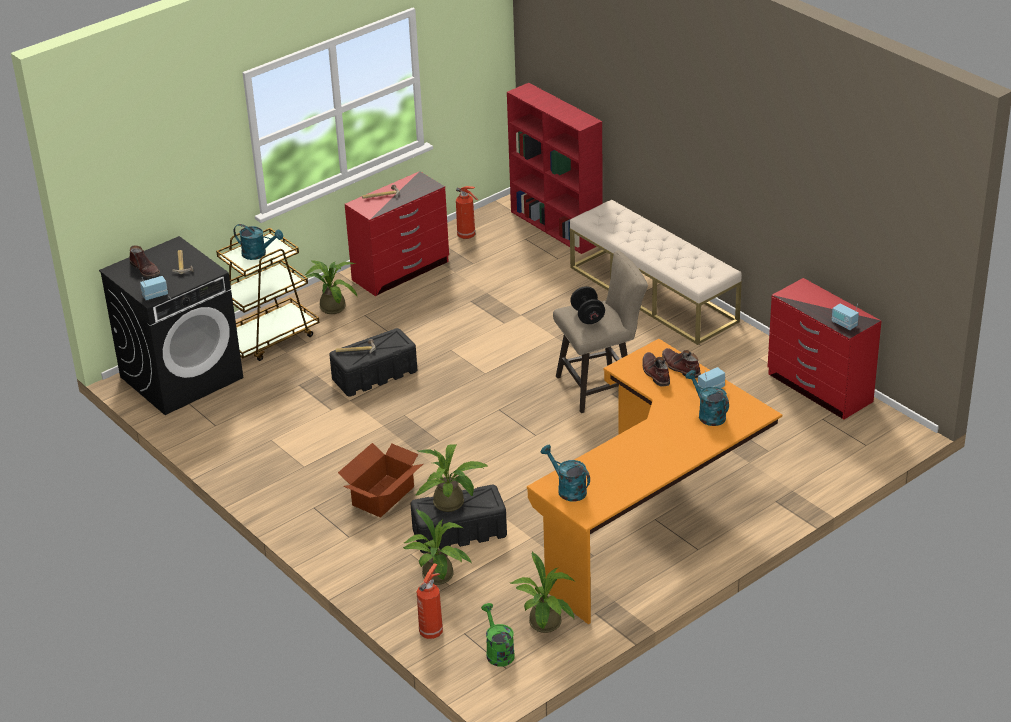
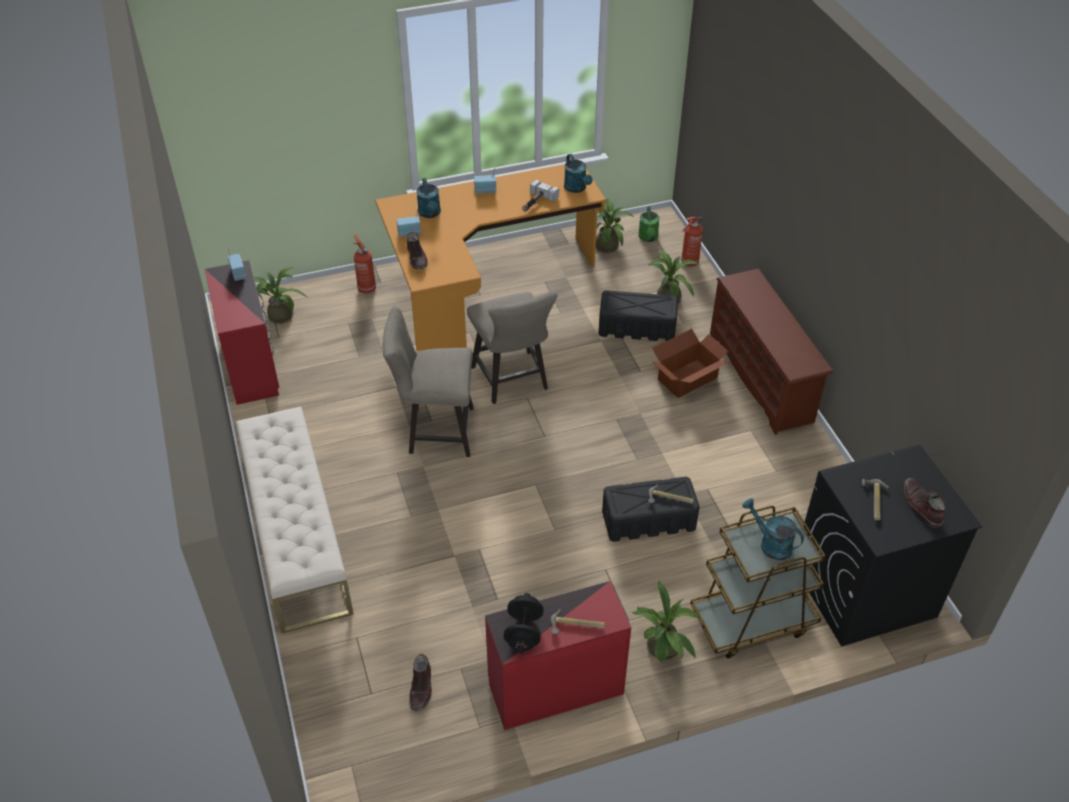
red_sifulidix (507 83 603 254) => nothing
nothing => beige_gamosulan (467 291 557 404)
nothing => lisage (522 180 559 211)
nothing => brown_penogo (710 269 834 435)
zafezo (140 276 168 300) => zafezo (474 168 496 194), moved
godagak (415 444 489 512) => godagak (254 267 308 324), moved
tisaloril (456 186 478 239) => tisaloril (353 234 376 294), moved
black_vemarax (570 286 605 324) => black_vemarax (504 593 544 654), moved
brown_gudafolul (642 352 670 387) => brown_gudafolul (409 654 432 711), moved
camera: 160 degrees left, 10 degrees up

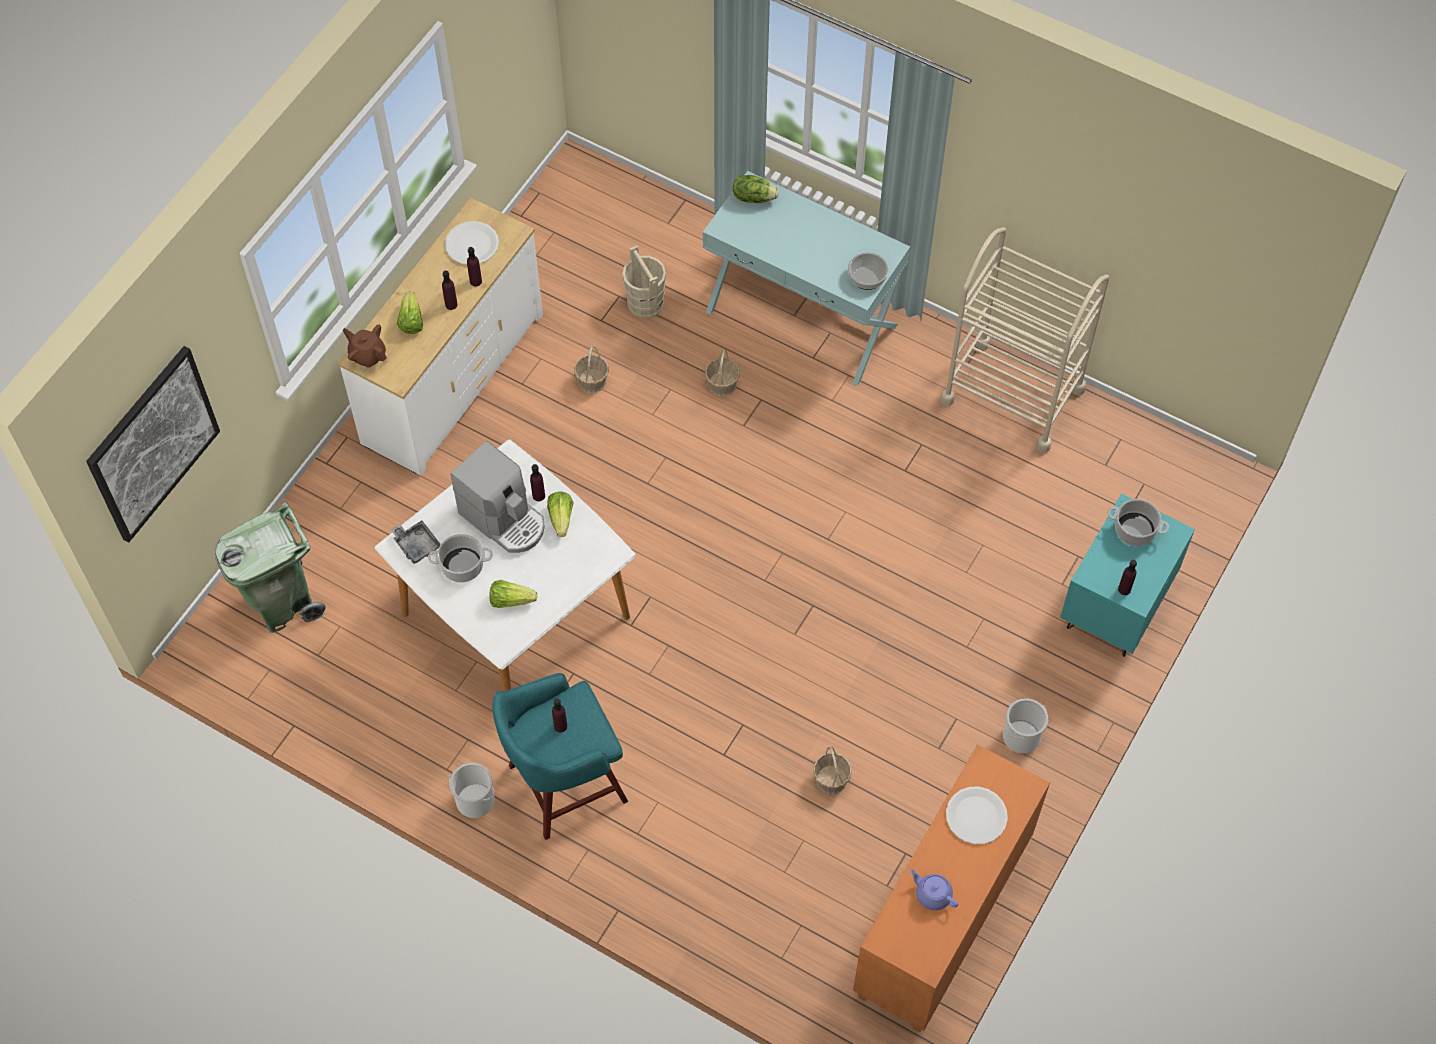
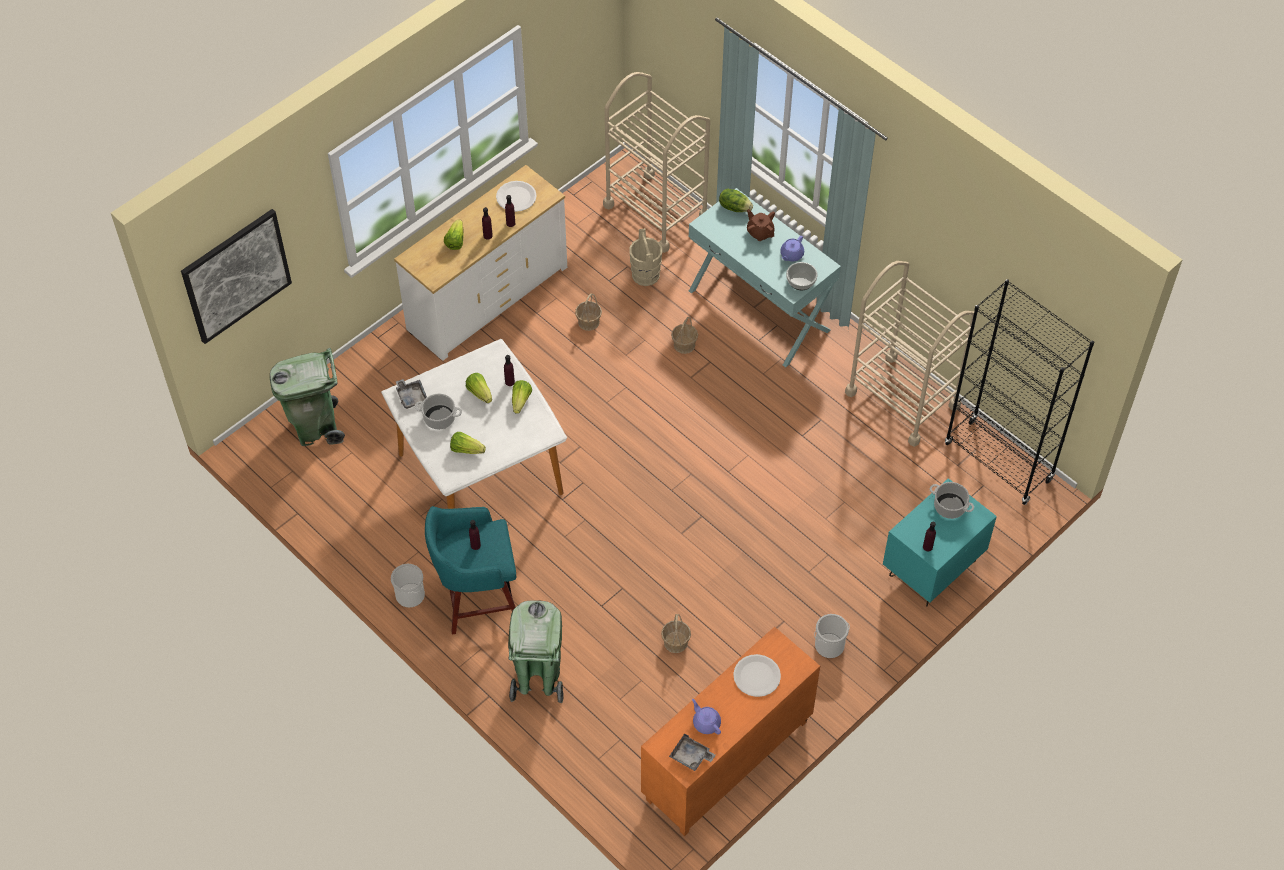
nothing => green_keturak (508 600 564 703)
nothing => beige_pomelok (603 72 710 253)
nothing => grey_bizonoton (669 733 716 771)
nothing => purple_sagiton (780 236 804 261)
nothing => black_sifulidix (945 279 1094 505)
brown_sagiton (343 324 387 368) => brown_sagiton (747 209 775 241), moved
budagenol (450 441 545 553) => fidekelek (466 373 492 403)
camera: 15 degrees right, 5 degrees down

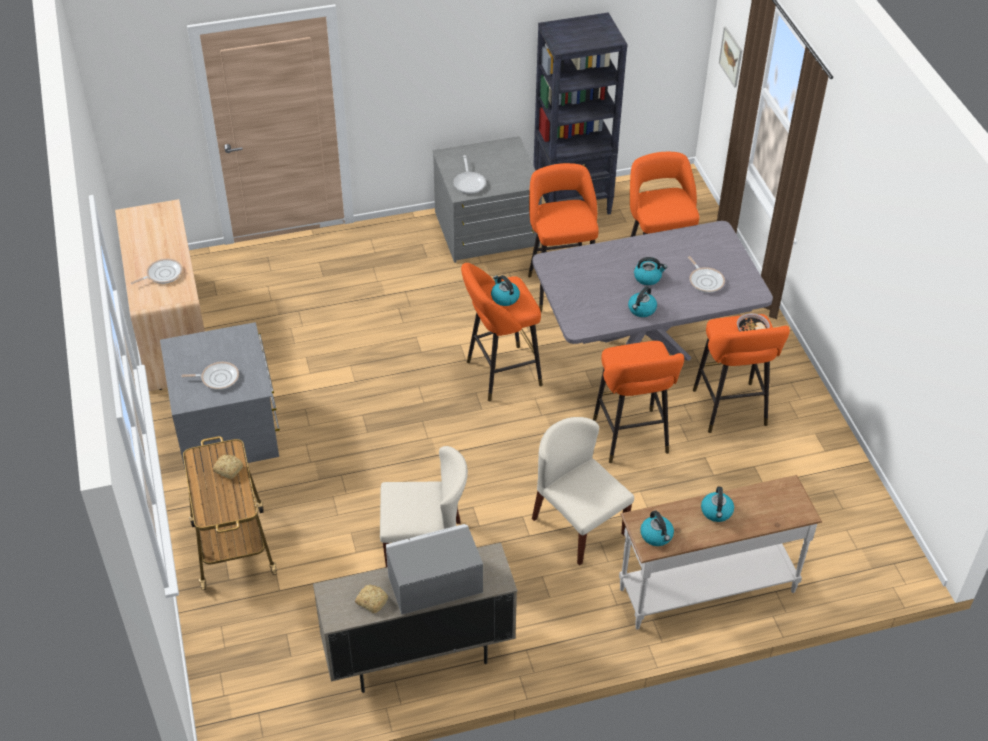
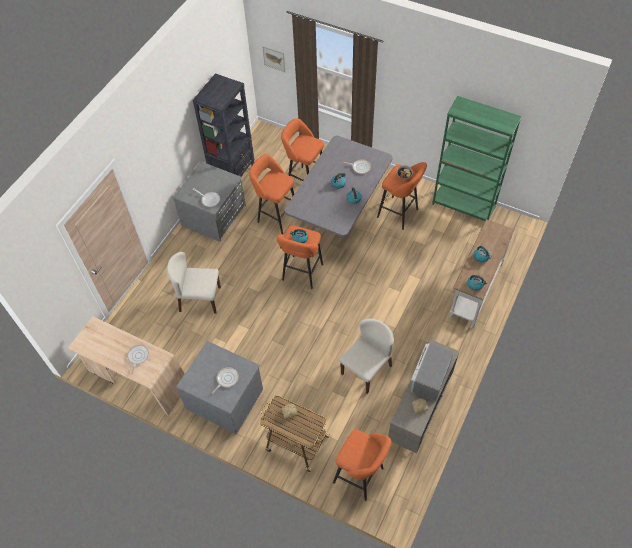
nothing => green_sifulidix (432 96 522 221)
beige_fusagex (532 417 634 565) => beige_fusagex (167 252 221 314), moved
orange_gamosulan (593 341 684 463) => orange_gamosulan (333 429 391 501), moved
camera: 45 degrees left, 10 degrees up

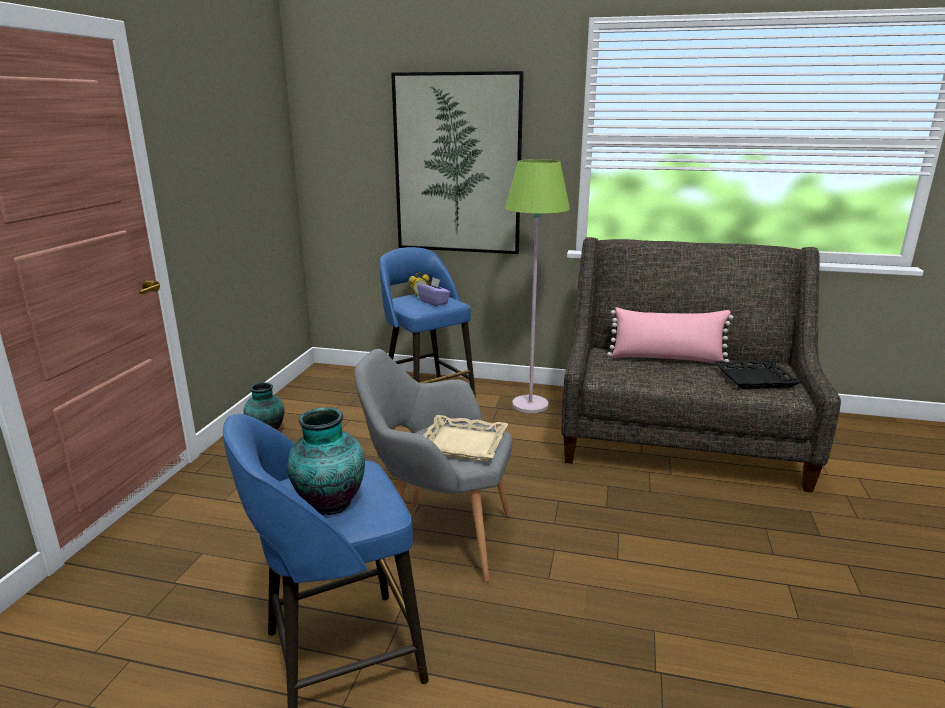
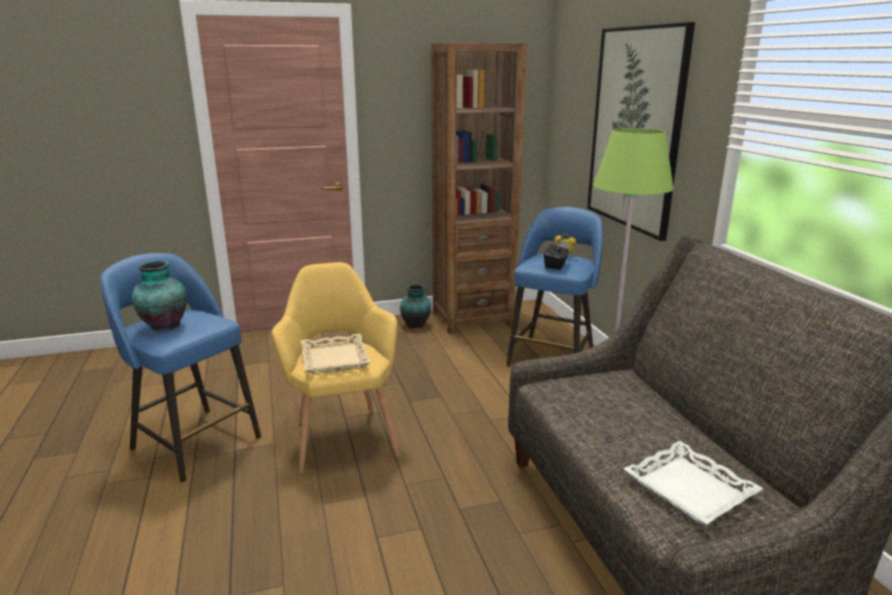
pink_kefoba (607 307 733 365) => nothing
nothing => brown_sifulidix (431 42 527 334)
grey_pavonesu (354 349 512 582) => yellow_pavonesu (272 262 399 474)
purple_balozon (417 278 451 306) => black_balozon (544 241 569 269)
black_bizonoton (714 359 802 389) => white_bizonoton (624 441 763 524)
camera: 60 degrees right, 0 degrees up

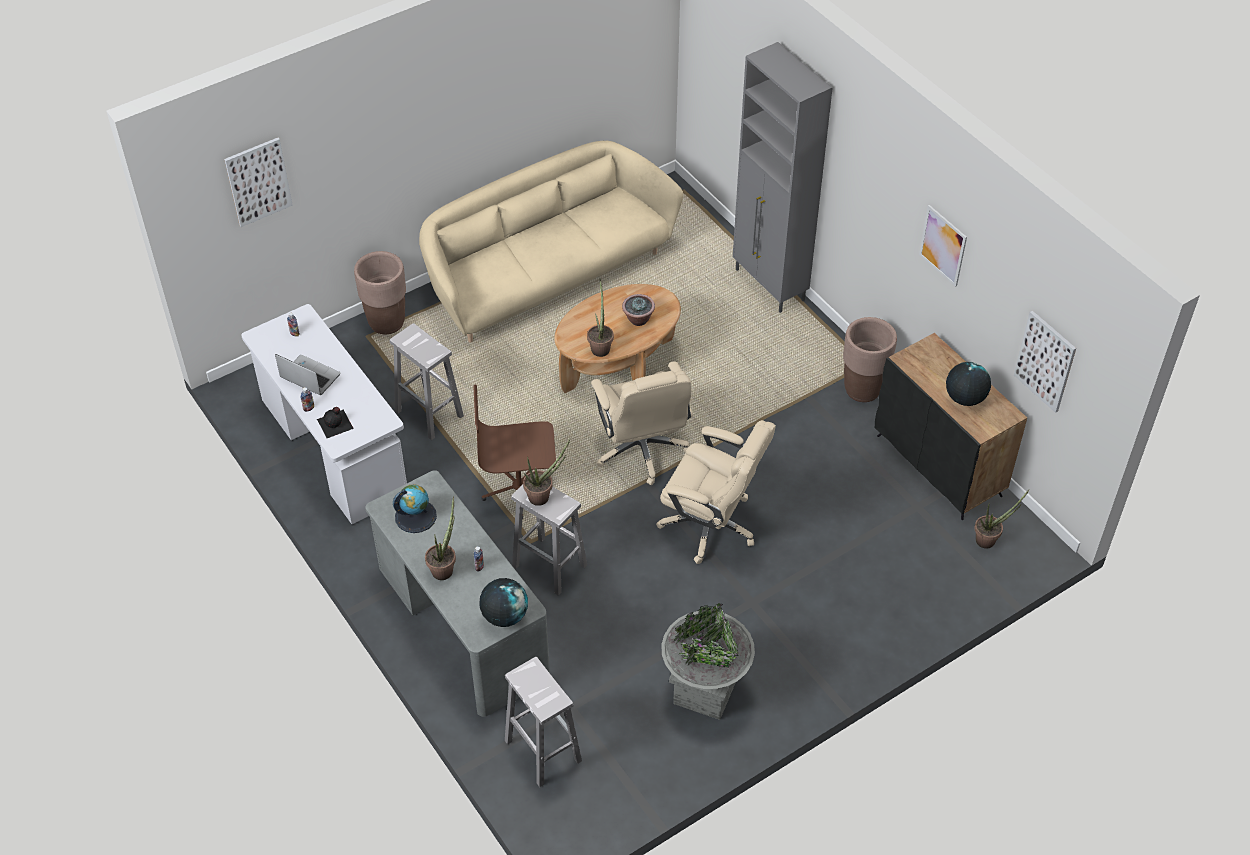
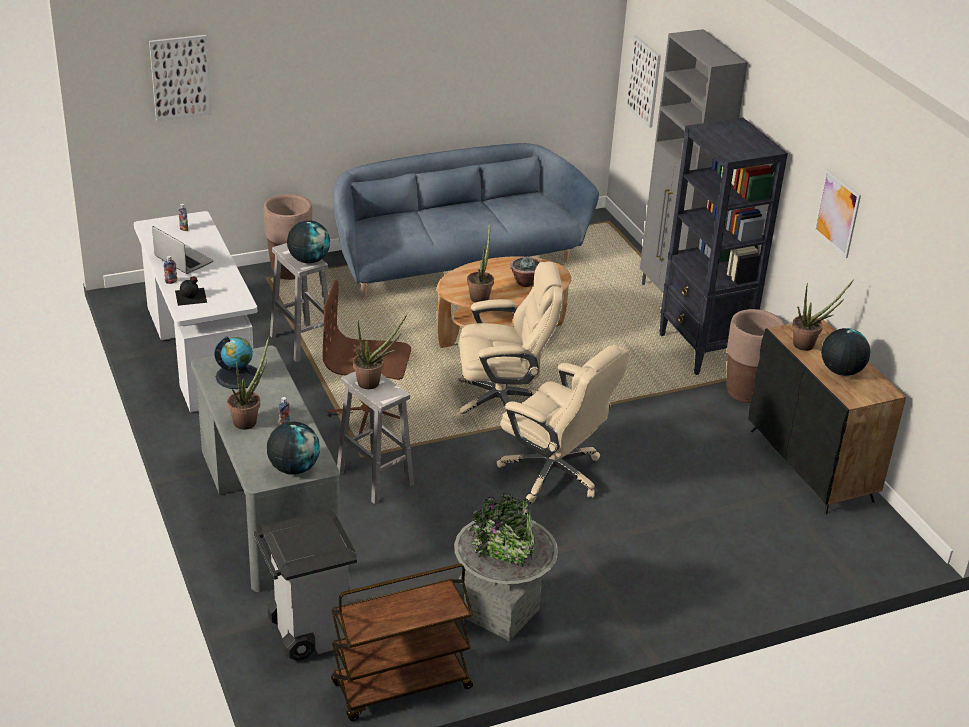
nothing => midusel (287 220 330 264)
nothing => brown_pomelok (331 564 473 721)
nothing => black_sifulidix (659 118 788 375)
godagak (974 489 1030 549) => godagak (792 279 854 351), moved
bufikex (1014 311 1076 413) => bufikex (626 36 661 128), moved
white_gamosulan (505 657 582 787) => grey_keturak (254 510 357 661)
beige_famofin (419 141 683 342) => blue_famofin (333 143 599 297)
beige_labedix (591 361 693 485) => beige_labedix (455 262 563 420), 90 degrees counterclockwise
camera: 10 degrees right, 15 degrees down

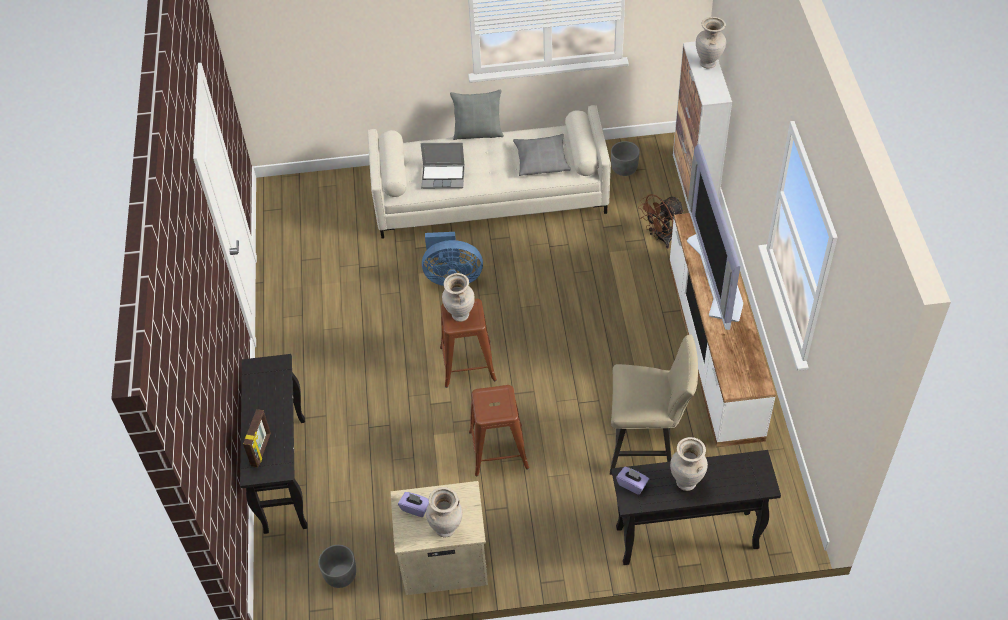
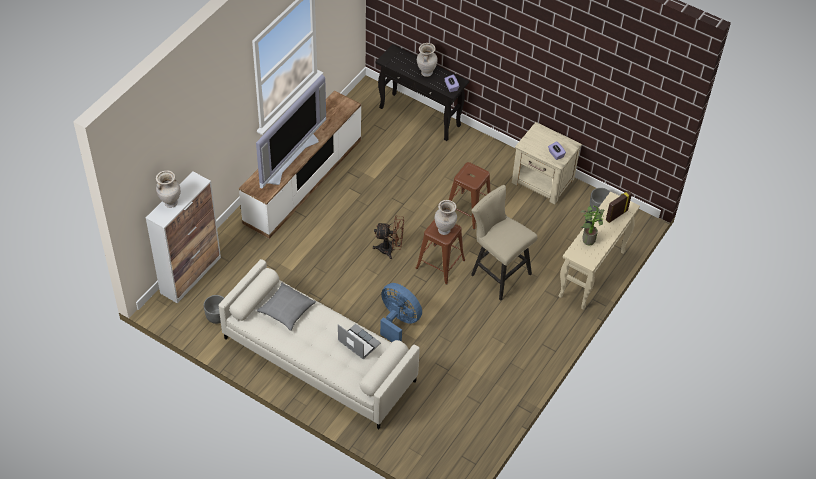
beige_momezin (426 487 462 538) => nothing
grey_kefoba (450 89 504 140) => nothing
nothing => godagak (580 205 605 246)
beige_gamosulan (610 334 698 475) => beige_gamosulan (471 185 538 301), moved
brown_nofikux (638 194 685 248) => brown_nofikux (373 216 404 259), moved
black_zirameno (240 354 308 534) => beige_zirameno (559 192 640 310)
camera: 145 degrees left, 0 degrees up

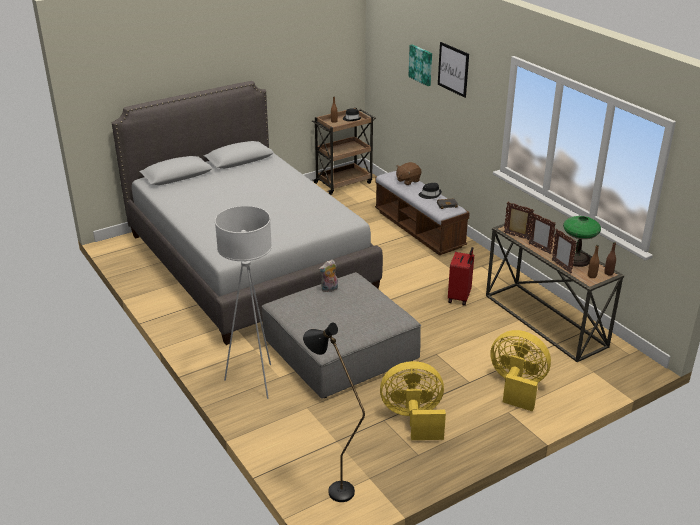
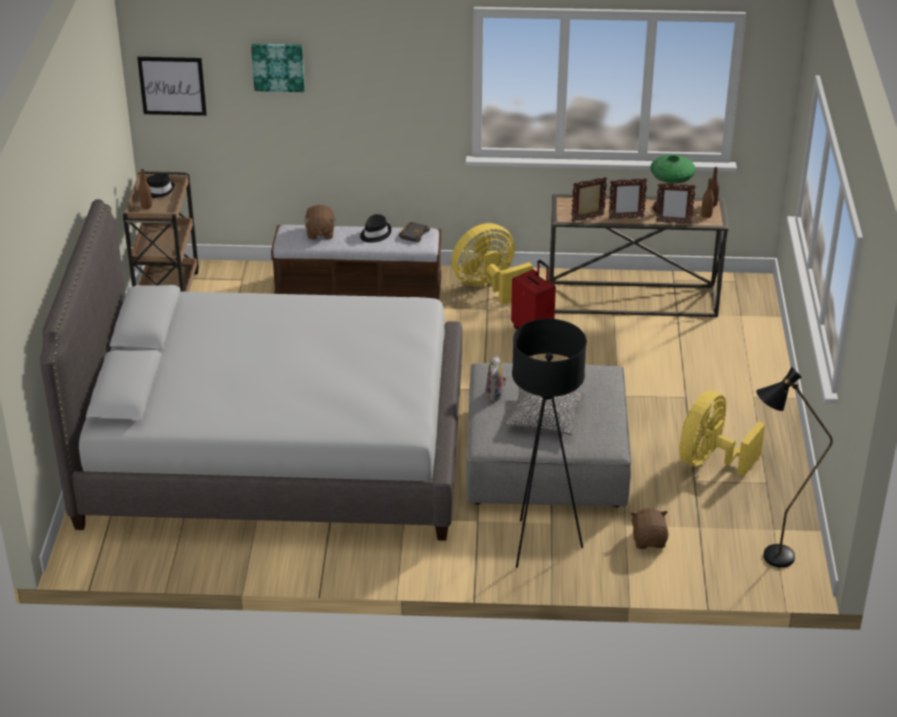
nothing => kefoba (506 387 584 435)
nothing => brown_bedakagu (630 508 669 549)
bufikex (438 42 469 98) => bufikex (137 57 207 116), moved
yellow_nofikux (490 330 551 412) => yellow_nofikux (451 223 533 305), moved
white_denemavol (215 206 272 399) => black_denemavol (512 319 587 568)
camera: 55 degrees left, 5 degrees up

